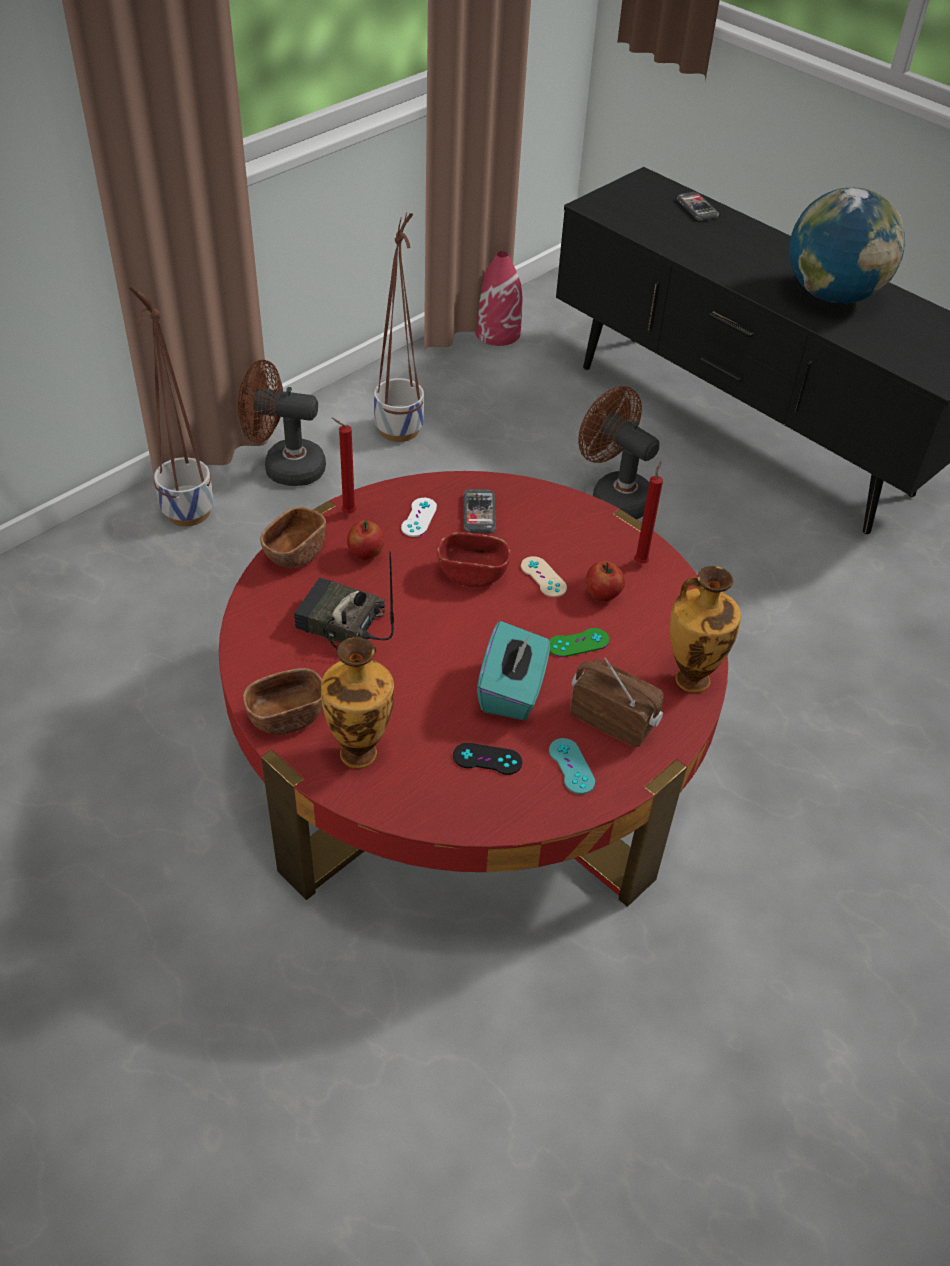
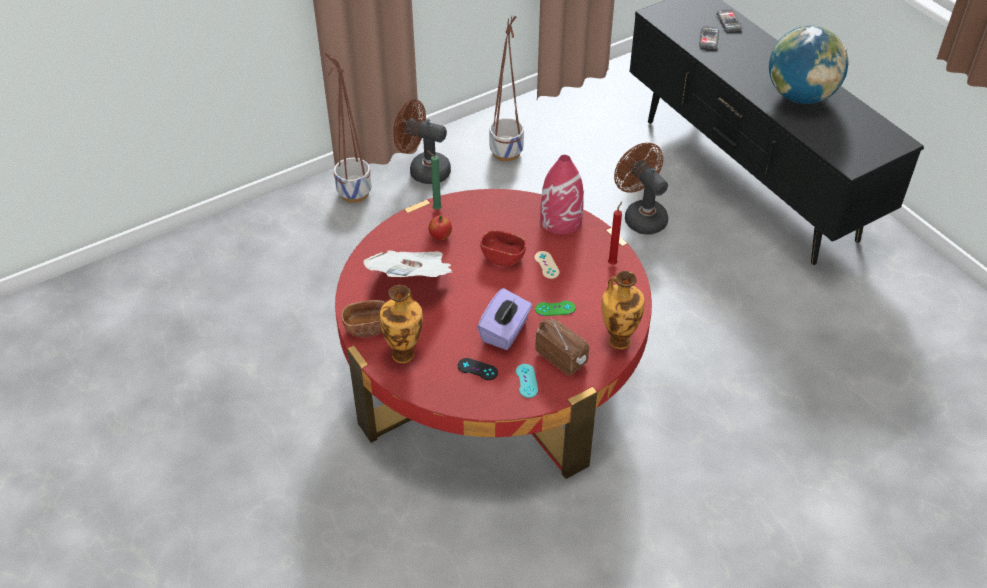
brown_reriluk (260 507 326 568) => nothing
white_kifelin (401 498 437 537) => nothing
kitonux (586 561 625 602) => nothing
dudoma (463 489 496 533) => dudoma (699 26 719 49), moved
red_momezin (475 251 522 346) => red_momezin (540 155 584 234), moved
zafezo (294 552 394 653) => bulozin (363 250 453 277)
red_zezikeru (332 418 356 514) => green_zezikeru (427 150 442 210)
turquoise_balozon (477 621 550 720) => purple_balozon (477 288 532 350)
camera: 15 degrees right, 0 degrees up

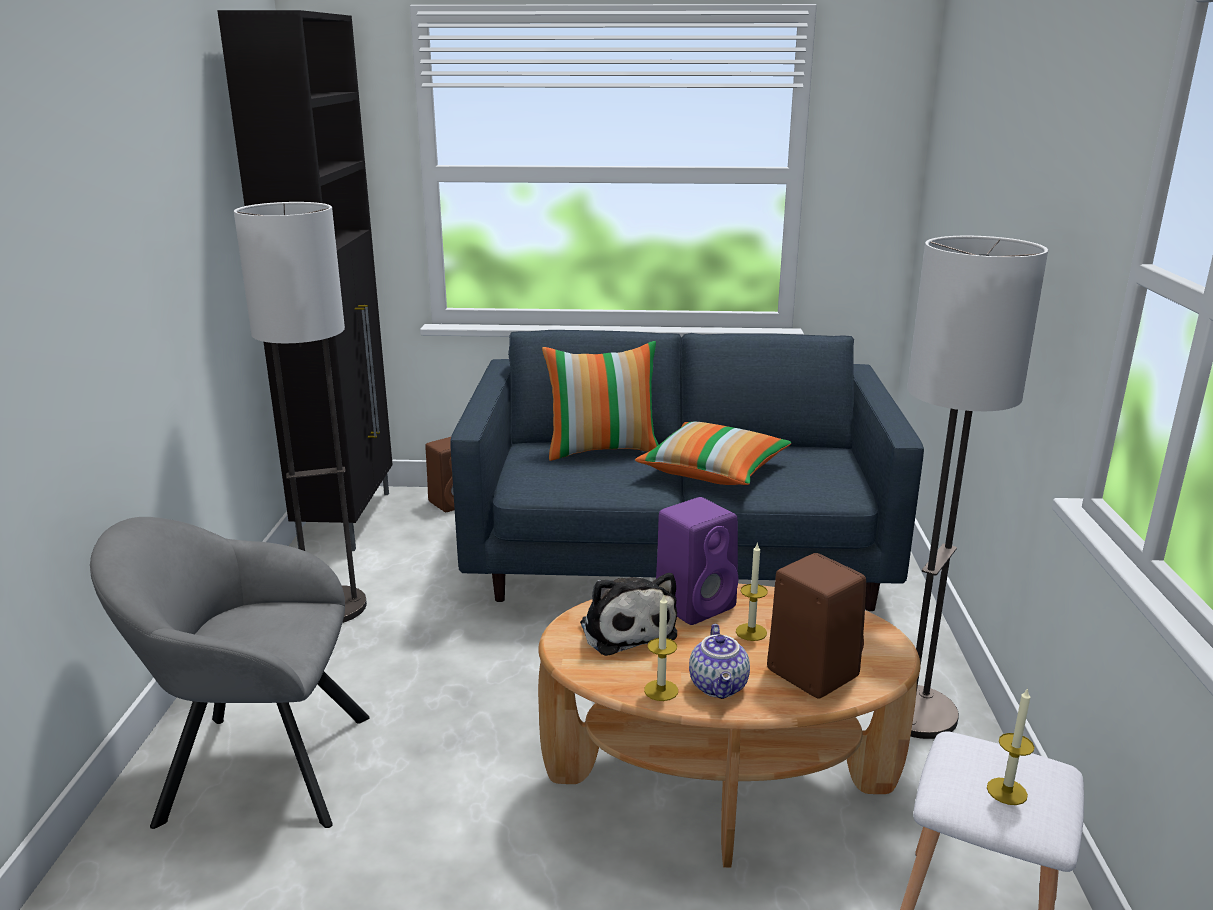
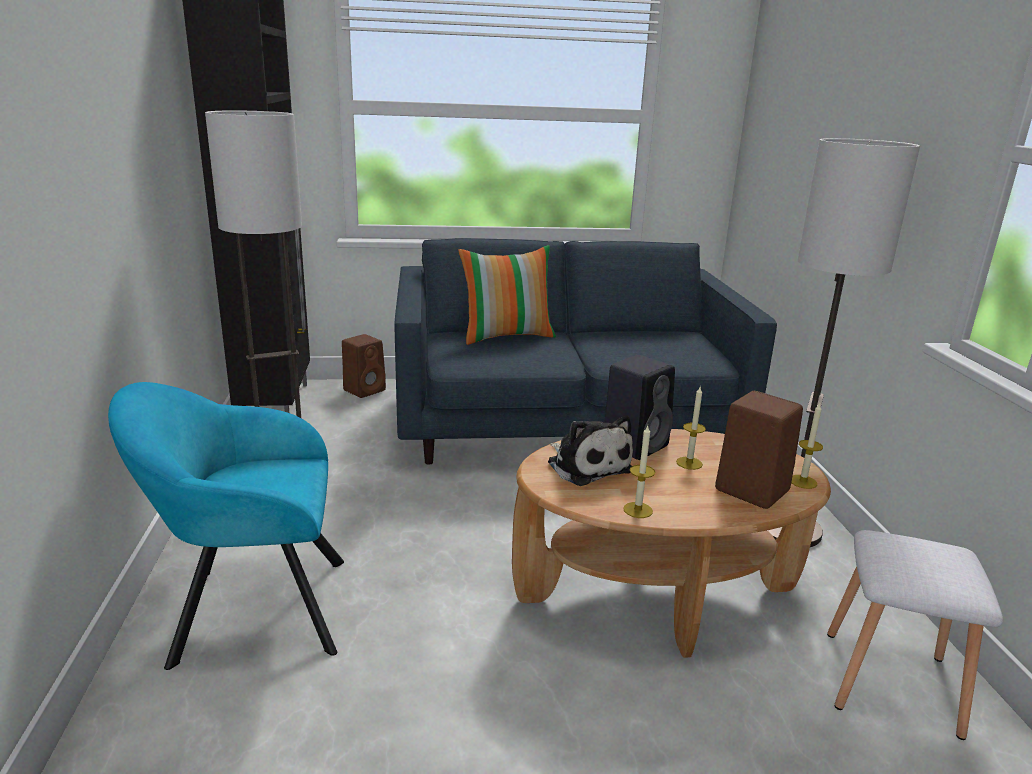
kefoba (635 422 792 485) => nothing
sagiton (689 624 750 699) => nothing
zezikeru (987 688 1034 805) => zezikeru (791 403 823 489), moved
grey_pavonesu (90 517 370 829) => turquoise_pavonesu (108 382 344 670)
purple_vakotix (656 497 738 625) => black_vakotix (604 355 675 460)
camera: 10 degrees left, 0 degrees up

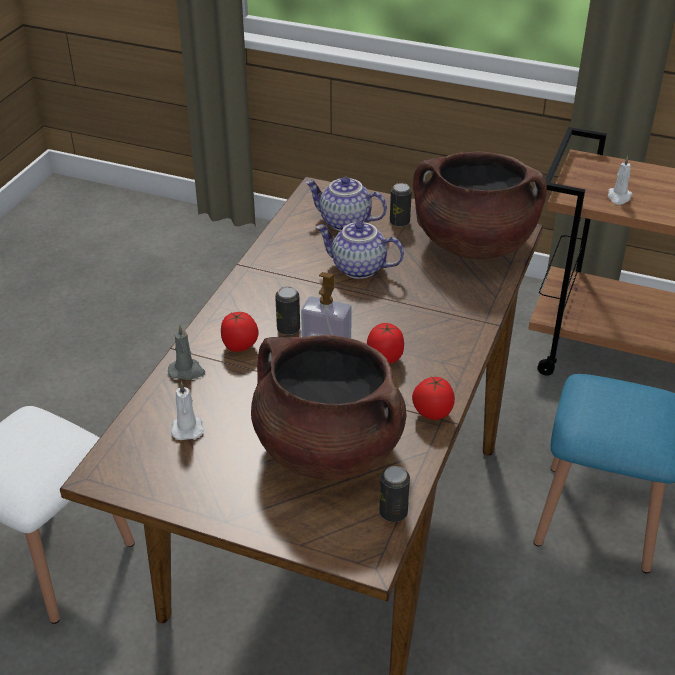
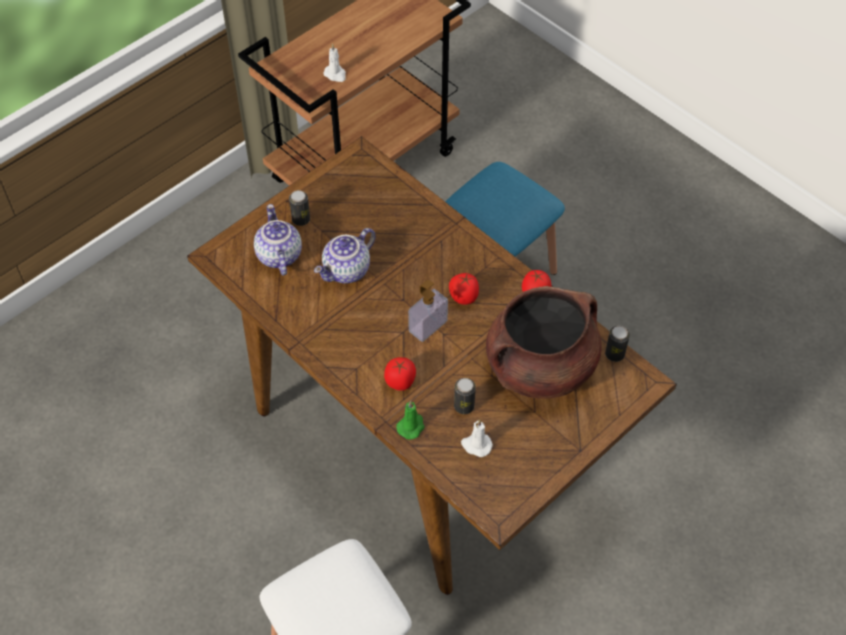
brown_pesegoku (413 152 547 259) => nothing
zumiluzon (275 287 300 335) => zumiluzon (454 378 476 414), moved
grey_zezikeru (168 325 205 380) => green_zezikeru (396 401 425 440)
sagiton (305 177 387 231) => sagiton (254 204 302 275), 120 degrees clockwise
camera: 65 degrees left, 15 degrees up

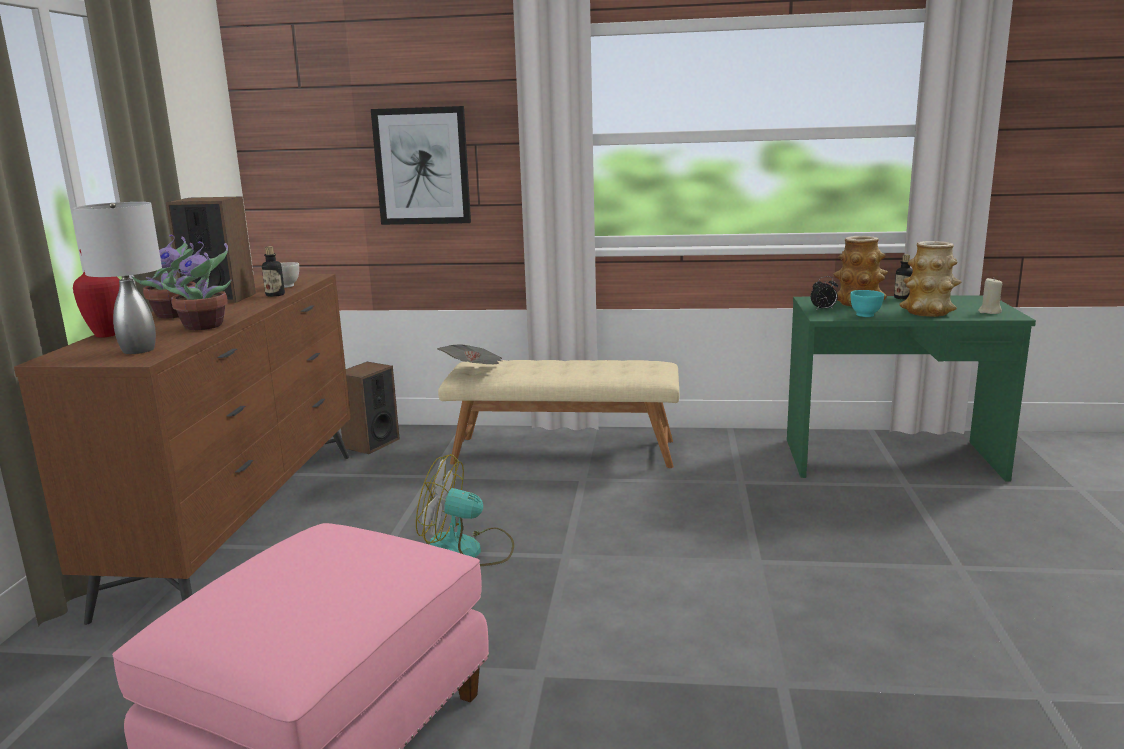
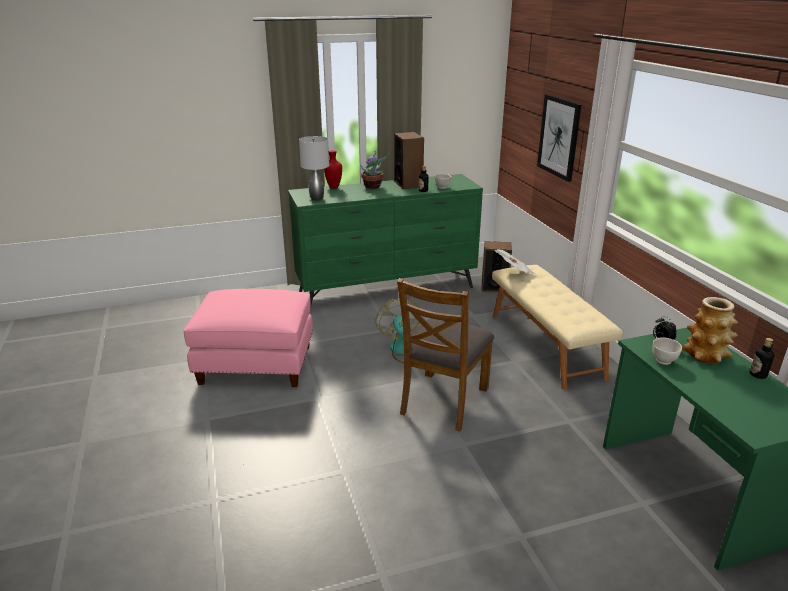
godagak (161 241 232 330) => nothing
momezin (899 241 961 317) => nothing
beige_zezikeru (978 278 1003 314) => nothing
nothing => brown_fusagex (397 278 494 432)
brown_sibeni (14 274 351 625) => green_sibeni (288 174 483 309)
turquoise_reriluk (851 290 884 317) => white_reriluk (653 337 682 365)
camera: 65 degrees right, 10 degrees up

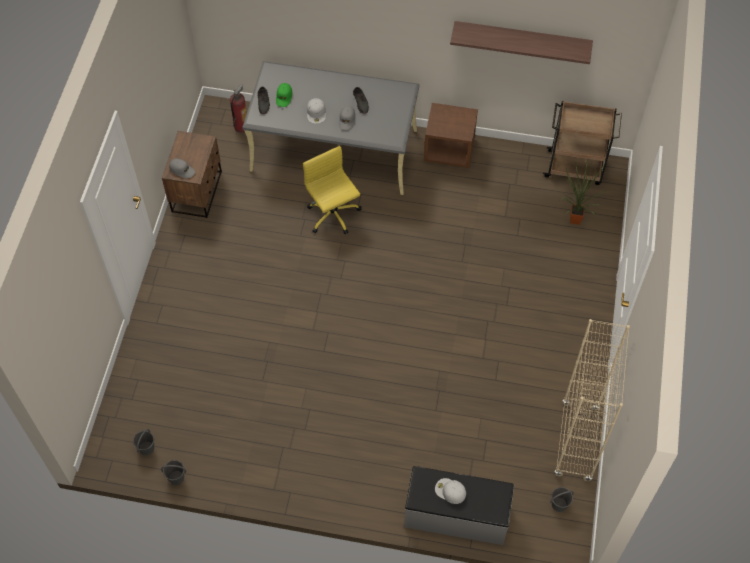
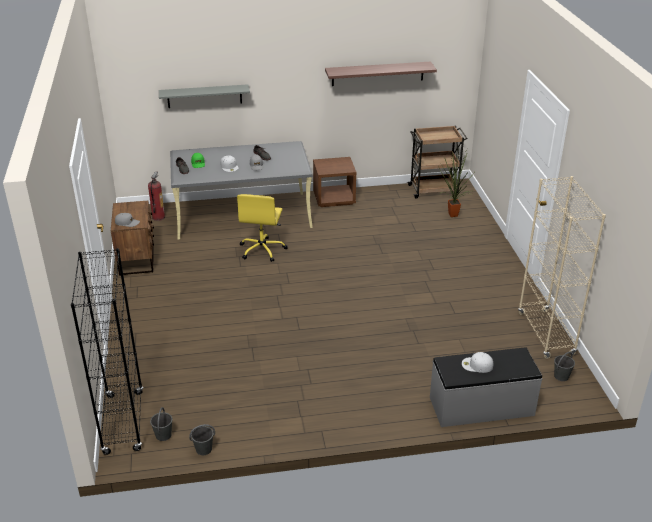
nothing => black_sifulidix (71 248 143 455)
nothing => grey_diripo (159 84 250 108)
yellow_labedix (303 146 362 234) => yellow_labedix (237 194 288 262), 120 degrees counterclockwise
camera: 20 degrees left, 25 degrees down

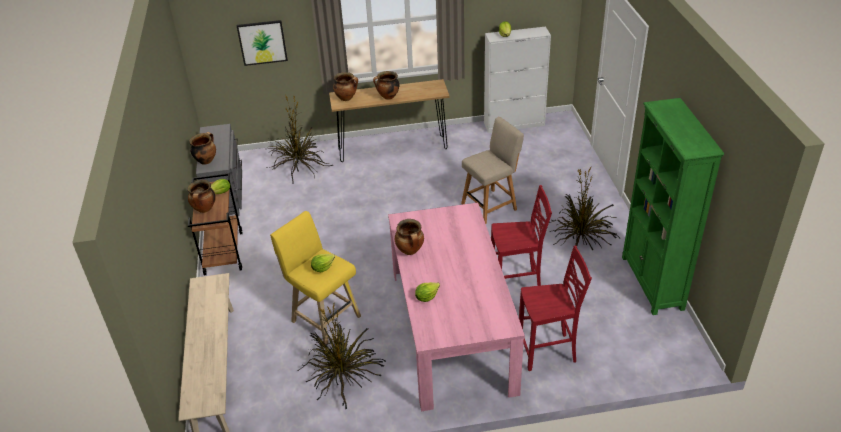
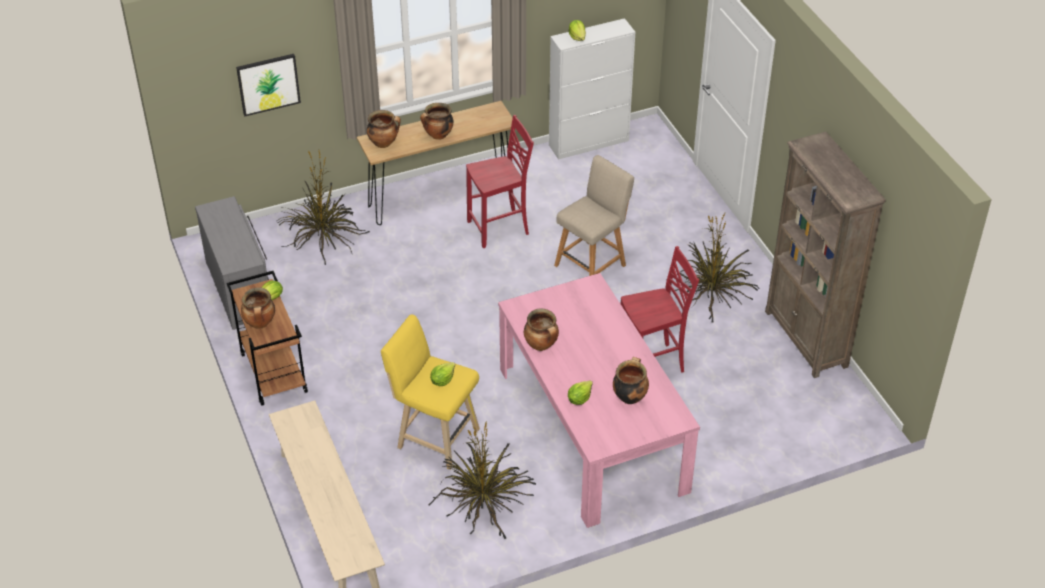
pesegoku (189 132 216 165) => pesegoku (613 357 649 404), moved
red_fusagex (519 245 592 371) => red_fusagex (466 115 534 248), moved
green_sifulidix (622 98 724 315) => brown_sifulidix (765 132 886 378)
camera: 15 degrees left, 5 degrees up

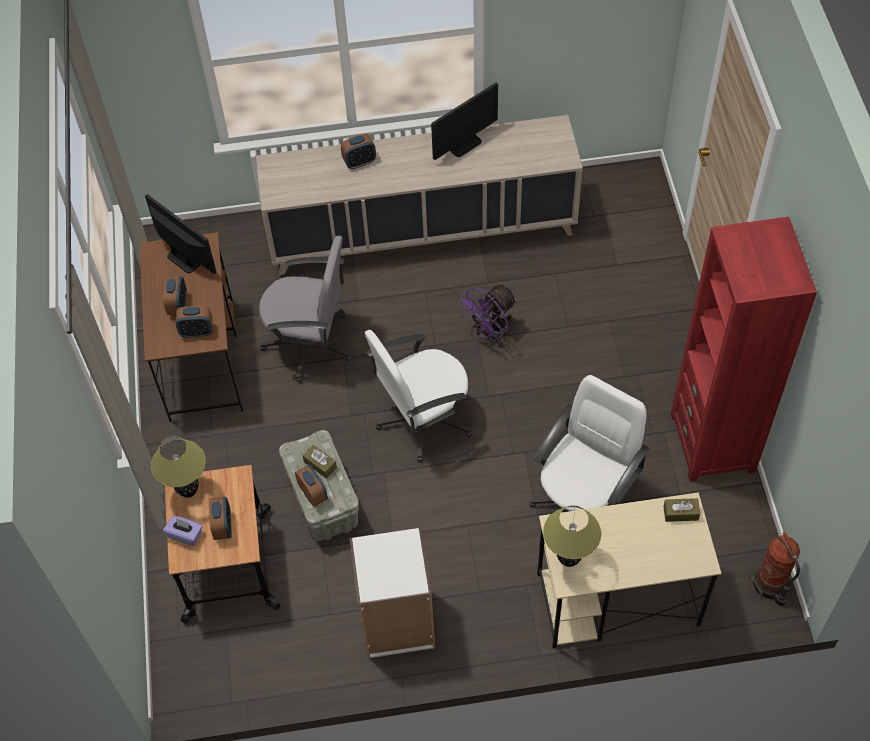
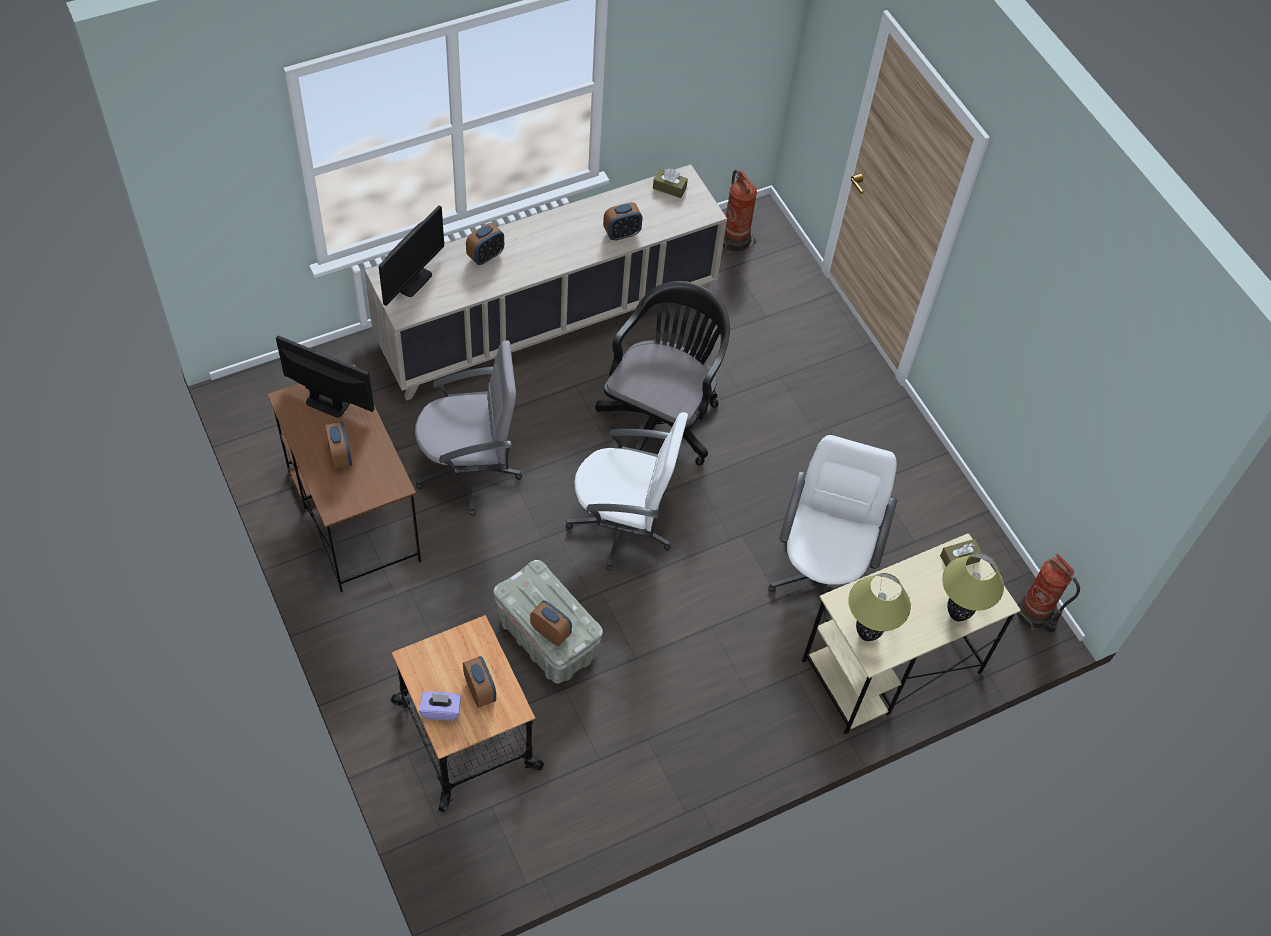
white_sifulidix (349 528 436 658) => nothing
red_sifulidix (671 217 817 482) => nothing
nothing => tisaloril (723 170 757 252)
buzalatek (151 436 206 498) => buzalatek (942 553 1004 621), moved
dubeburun (176 306 213 338) => dubeburun (603 202 642 241), moved
brown_balozon (303 445 337 478) => brown_balozon (653 169 688 198), moved
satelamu (431 82 498 160) => satelamu (379 205 444 306), moved
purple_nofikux (458 285 517 348) => black_labedix (595 281 730 466)
white_labedix (365 330 472 463) => white_labedix (565 412 688 571), 120 degrees counterclockwise
camera: 25 degrees left, 0 degrees up

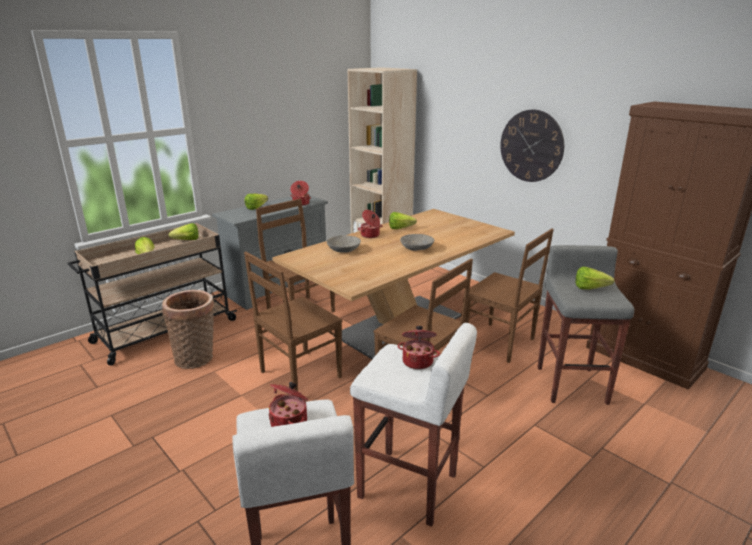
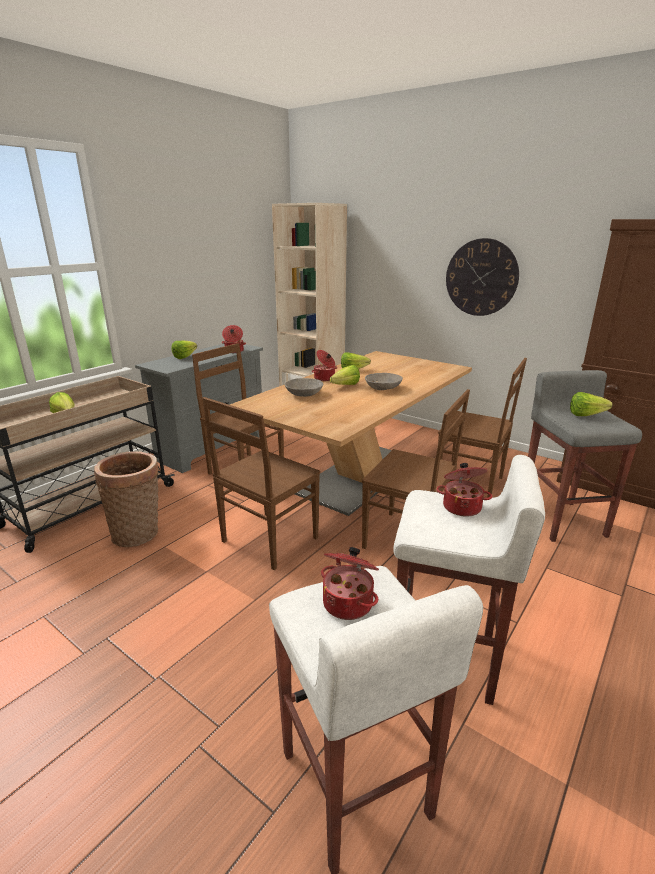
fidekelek (169 223 199 240) => fidekelek (330 365 360 385), moved
camera: 10 degrees left, 0 degrees up

